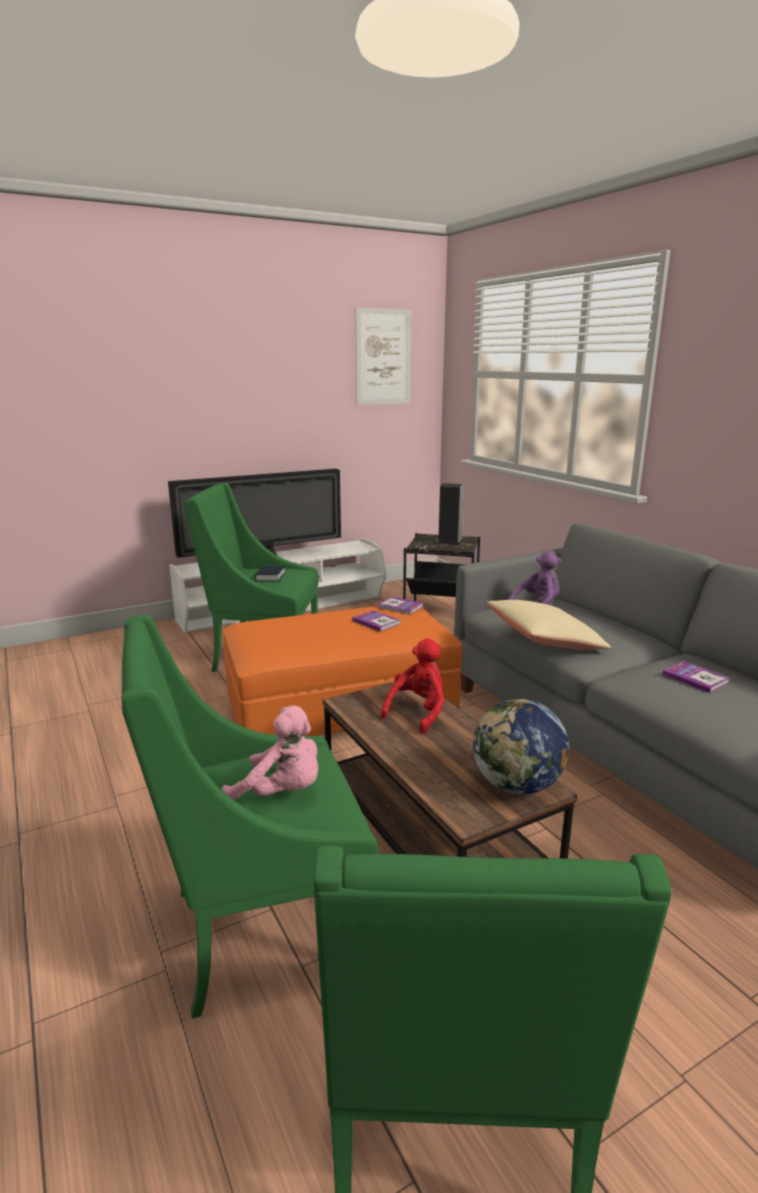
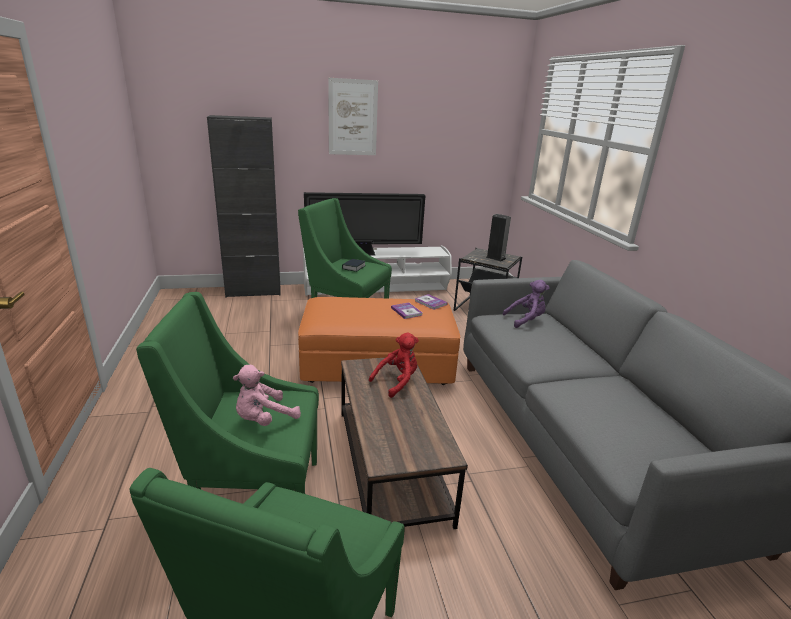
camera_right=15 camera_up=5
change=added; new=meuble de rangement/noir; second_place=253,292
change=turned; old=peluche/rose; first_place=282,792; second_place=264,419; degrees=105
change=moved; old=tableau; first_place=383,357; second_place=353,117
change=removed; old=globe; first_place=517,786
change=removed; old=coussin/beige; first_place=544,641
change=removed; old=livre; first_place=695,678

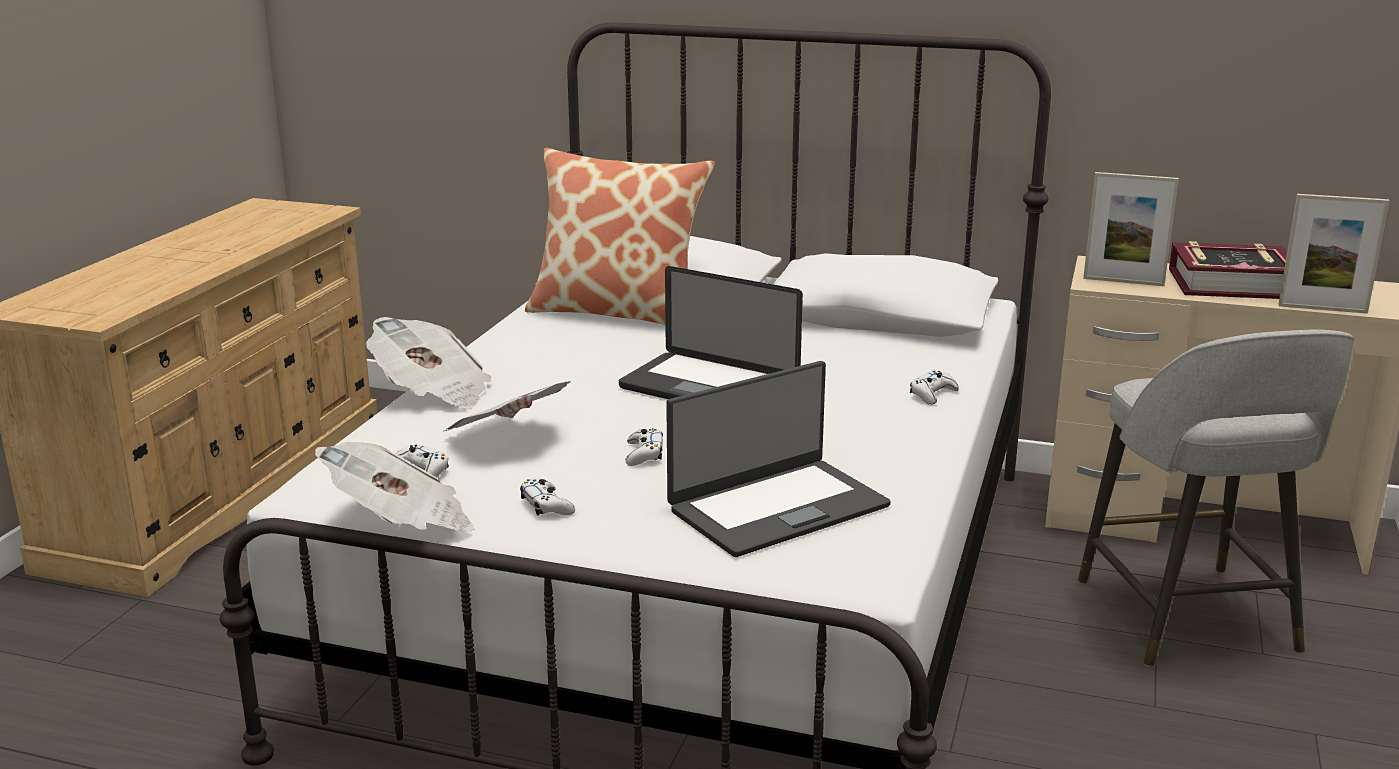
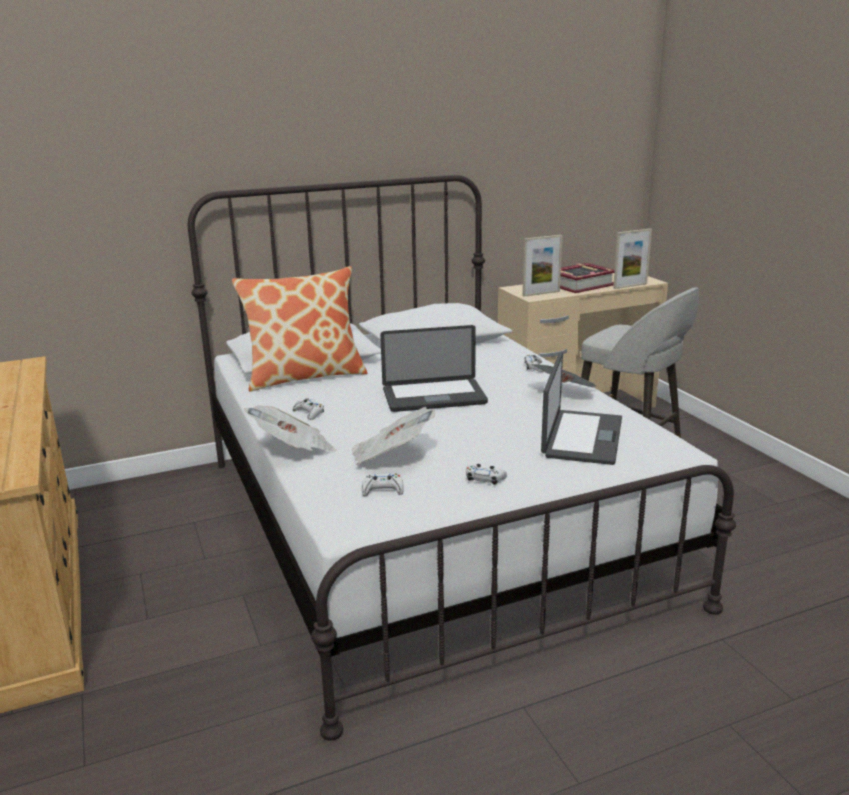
camera_right=-40 camera_up=0
change=moved; old=manette/blanc; first_place=644,454; second_place=309,413
change=moved; old=journal; first_place=402,524; second_place=565,394

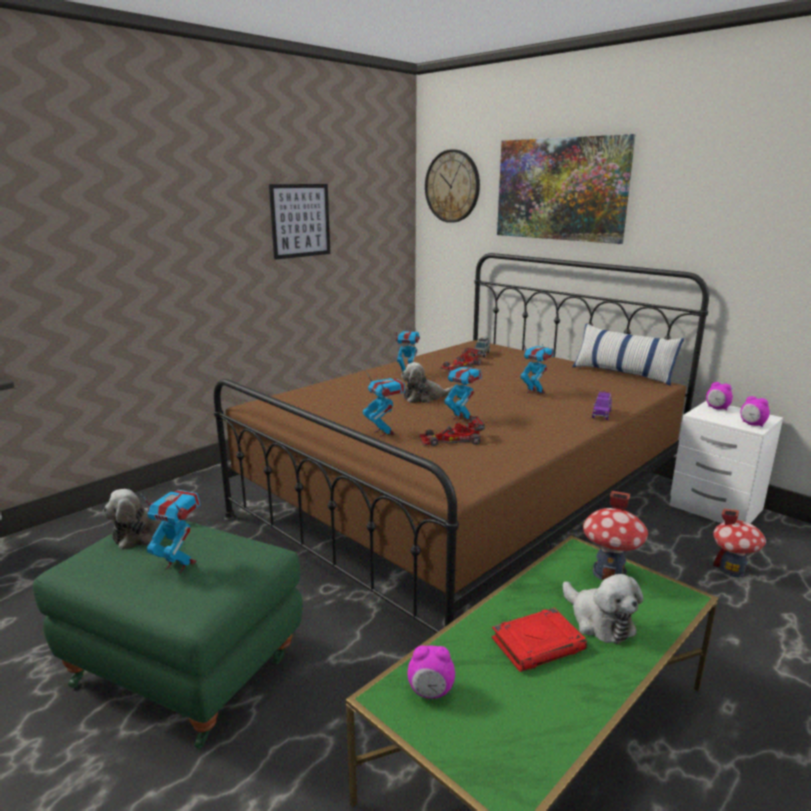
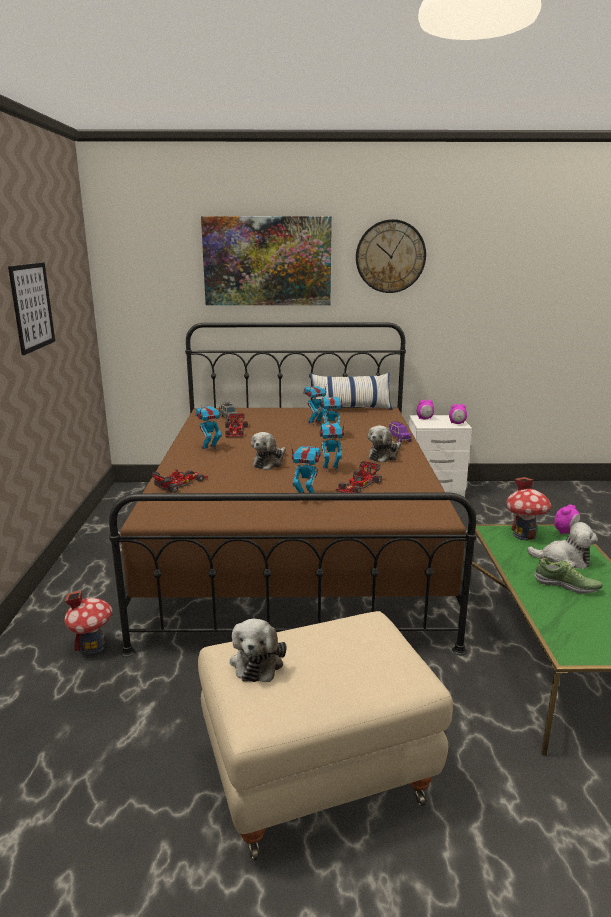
camera_right=-45 camera_up=0
change=moved; old=maison miniature; first_place=732,569; second_place=92,646
change=added; new=petite voiture; second_place=181,483
change=recoloured; old=pouf/vert; new=pouf/beige; first_place=187,668; second_place=318,772
change=moved; old=robot jouet; first_place=180,564; second_place=315,423
change=moved; old=horloge murale; first_place=452,186; second_place=390,256
change=added; new=peluche; second_place=384,456
change=replaced; old=livre/rouge; new=chaussure; first_place=538,644; second_place=566,586
change=moved; old=réveil; first_place=430,692; second_place=565,532

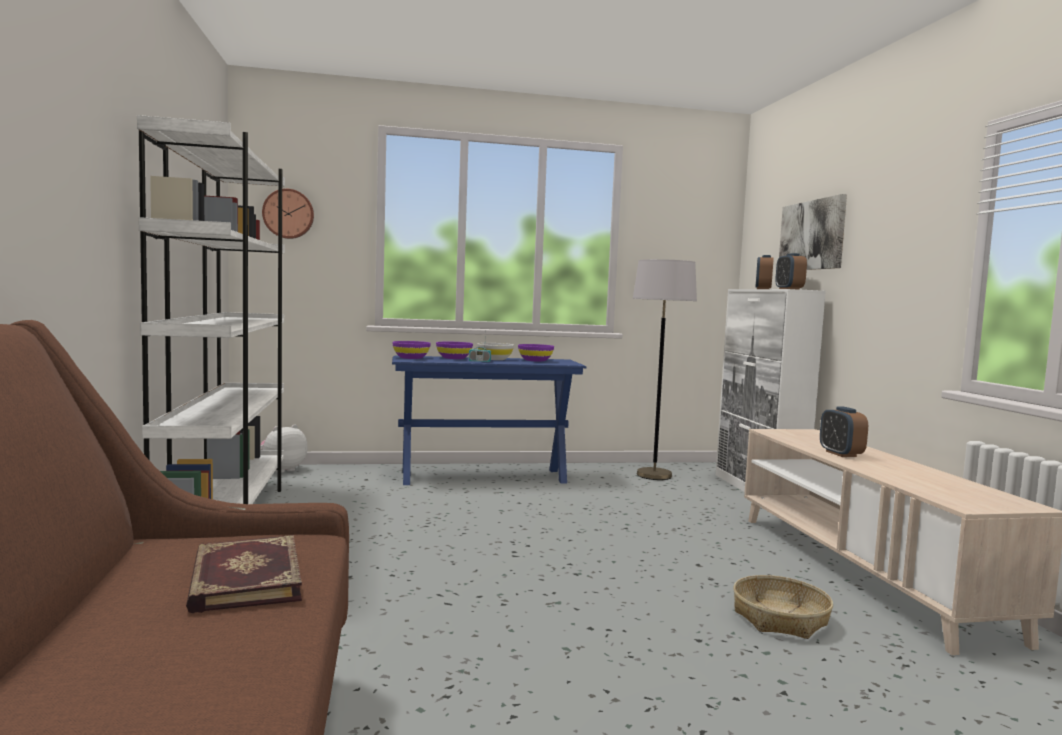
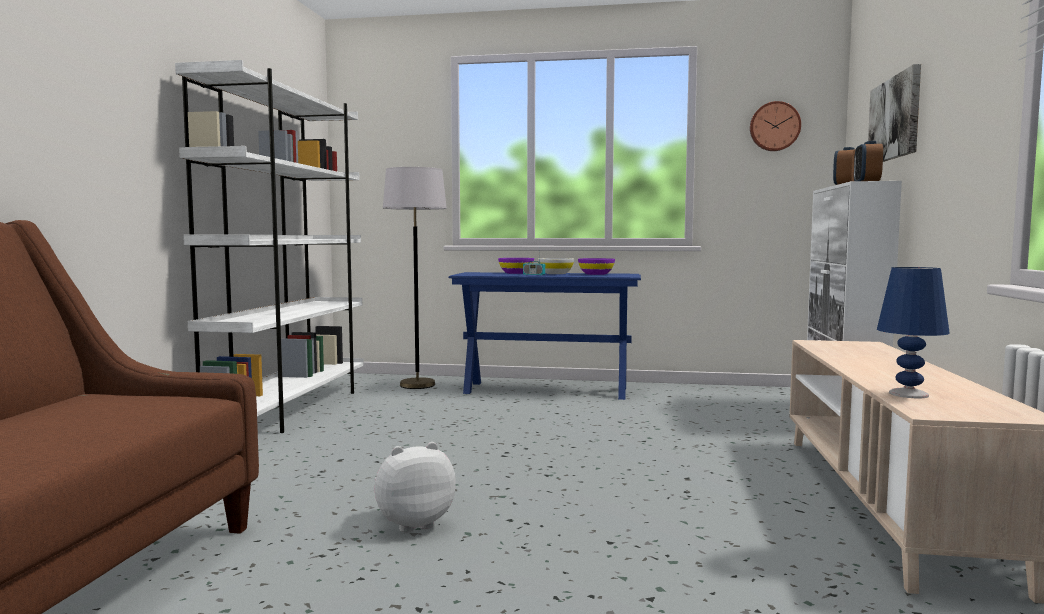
camera_right=20 camera_up=0
change=moved; old=peluche; first_place=282,470; second_place=413,523
change=moved; old=lampadaire/gris; first_place=654,475; second_place=417,385
change=moved; old=horloge murale; first_place=288,214; second_place=774,126
change=added; new=lampe de table/bleu; second_place=909,394
change=removed; old=livre; first_place=243,579
change=removed; old=bol/violet; first_place=411,358
change=removed; old=panier; first_place=780,618
change=removed; old=réveil; first_place=841,454

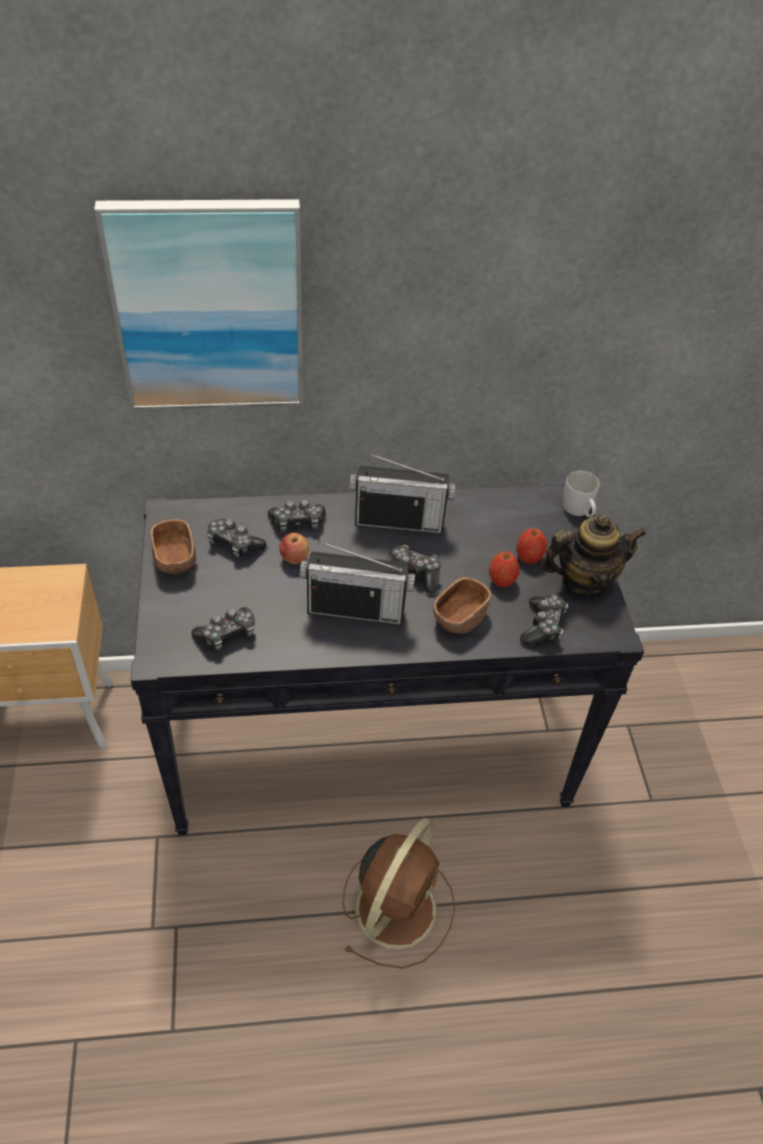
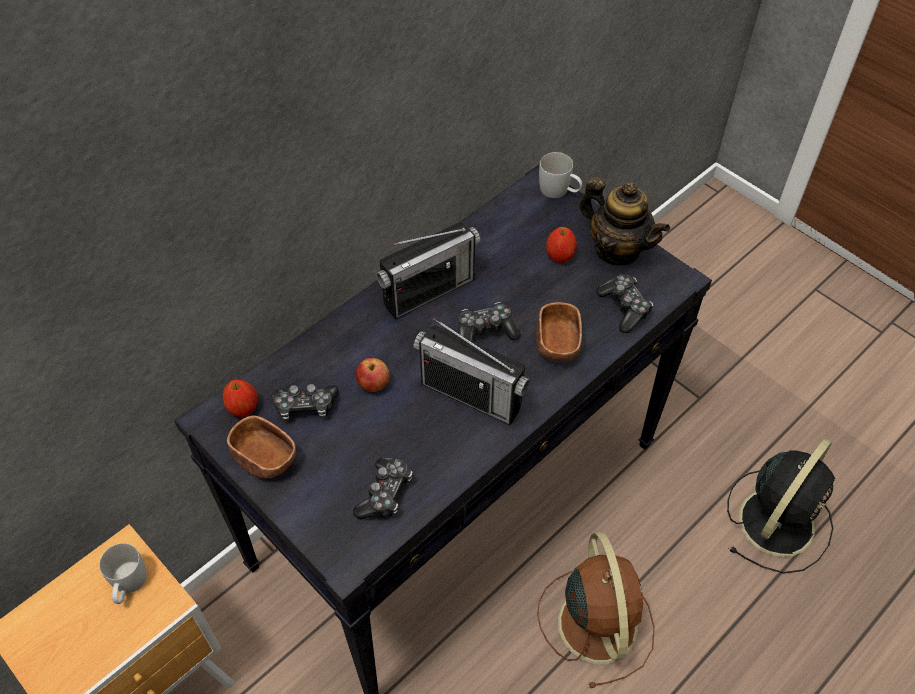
camera_right=-35 camera_up=5
change=added; new=mug/blanc; second_place=128,585
change=moved; old=pomme; first_place=501,580; second_place=243,408
change=turned; old=radio; first_place=356,610; second_place=471,395; degrees=60
change=turned; old=théière; first_place=583,580; second_place=617,249; degrees=90
change=added; new=ventilateur/noir; second_place=778,520
change=removed; old=tableau; first_place=209,307
change=removed; old=manette; first_place=297,522

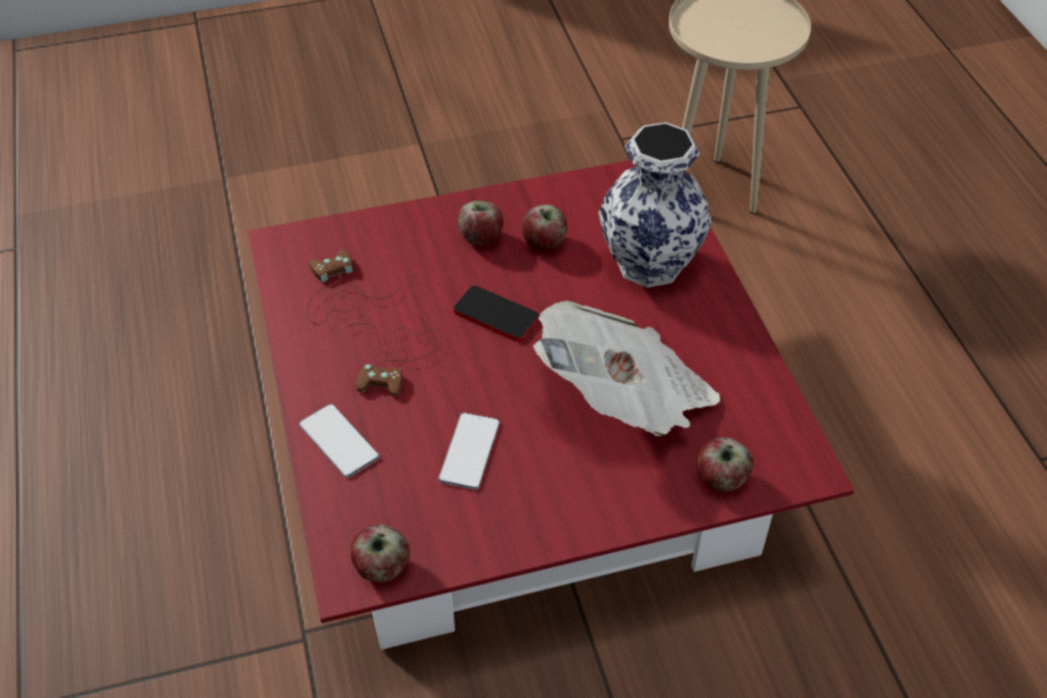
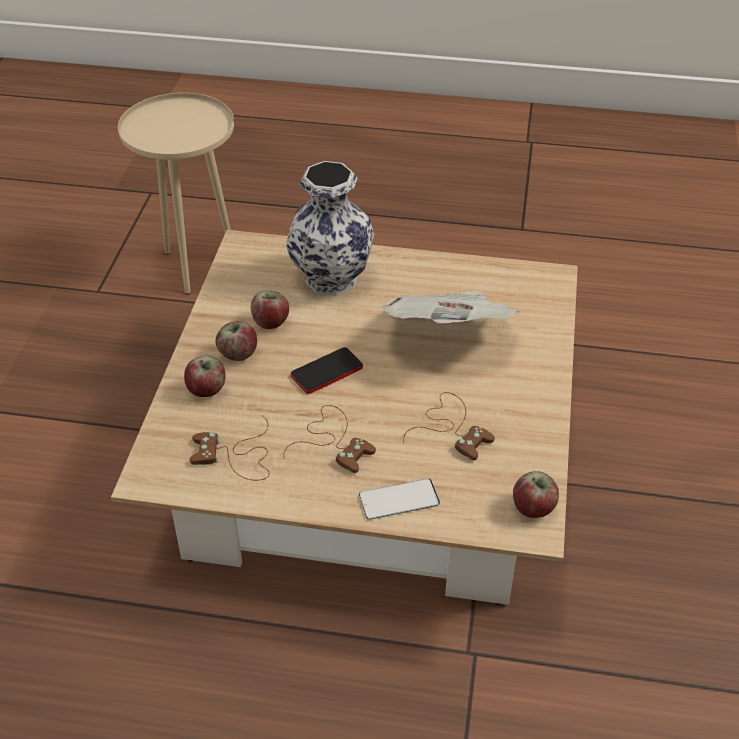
camera_right=-65 camera_up=-5
change=recoloured; old=table basse/rouge; new=table basse/beige; first_place=520,446; second_place=367,460
change=moved; old=pomme; first_place=721,479; second_place=207,390
change=replaced; old=téléphone; new=manette/marron; first_place=469,451; second_place=451,428

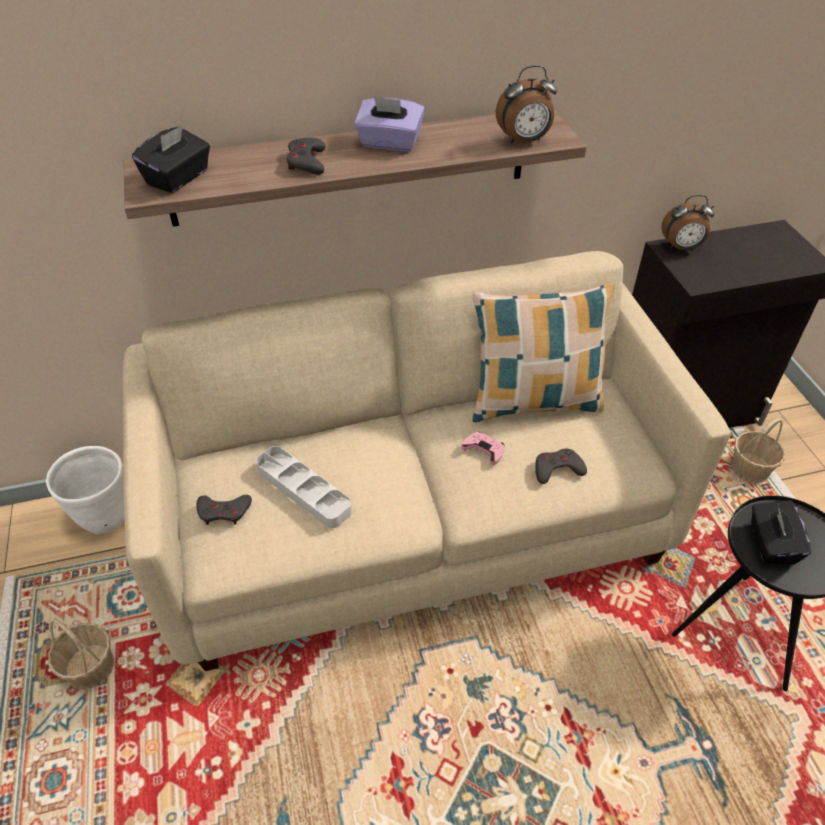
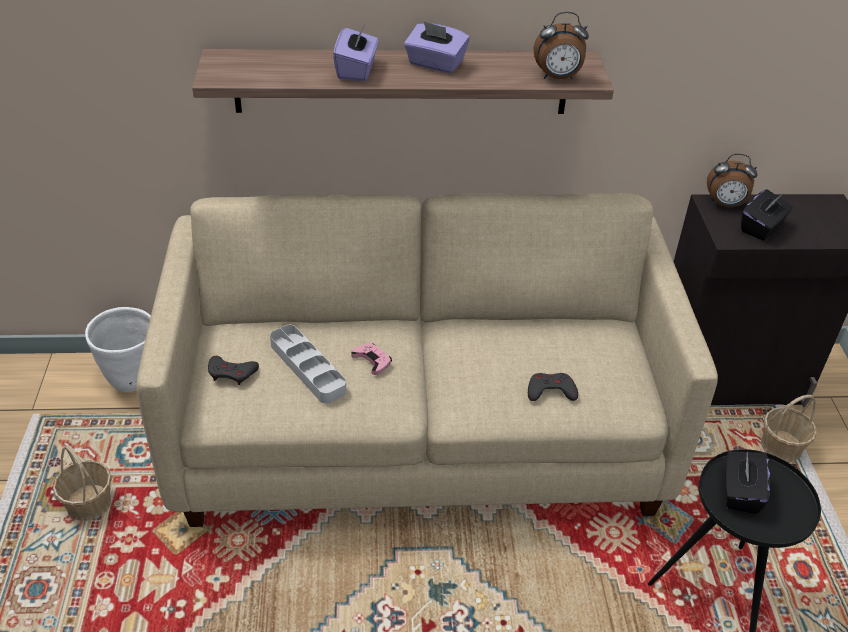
camera_right=10 camera_up=-5
change=replaced; old=manette/gris; new=boîte à mouchoirs/violet; first_place=306,162; second_place=357,70
change=moved; old=manette/rose; first_place=484,449; second_place=372,360
change=moved; old=boîte à mouchoirs/noir; first_place=178,178; second_place=761,228
change=removed; old=coussin; first_place=534,402

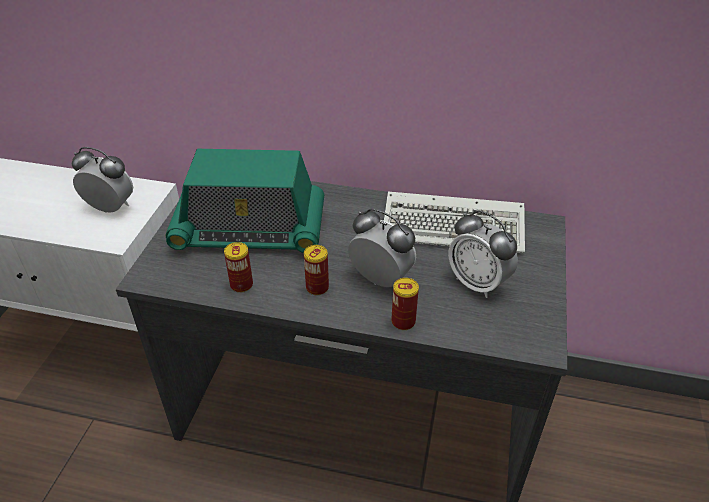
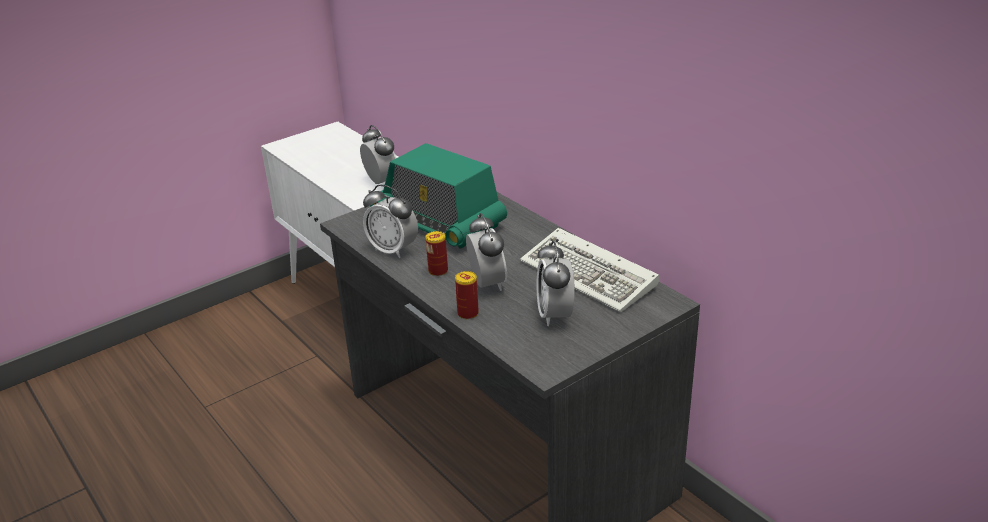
camera_right=40 camera_up=-10
change=replaced; old=boîte métallique; new=réveil; first_place=241,285; second_place=393,250

